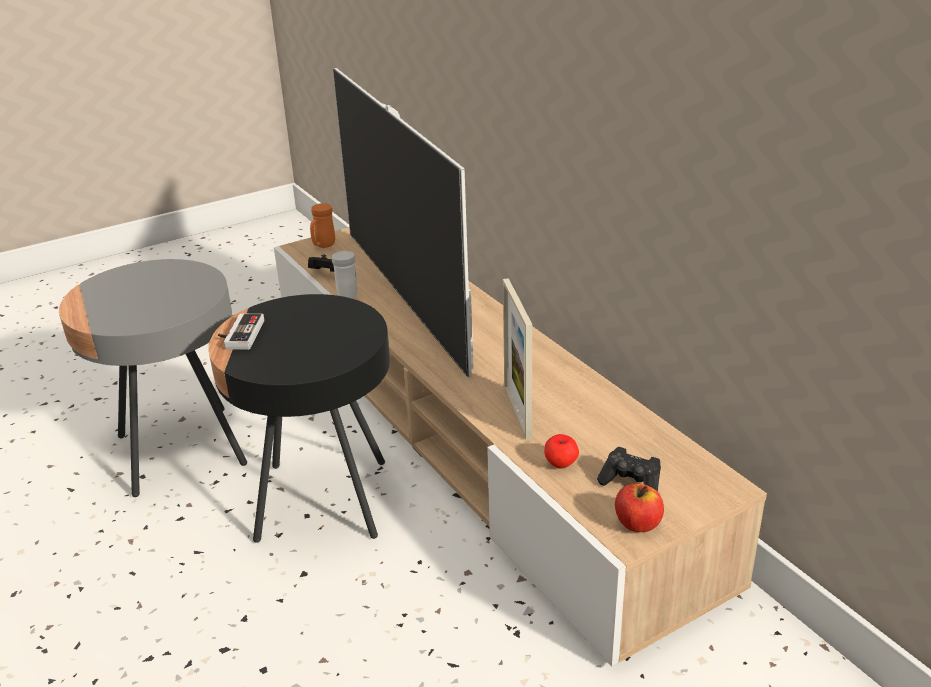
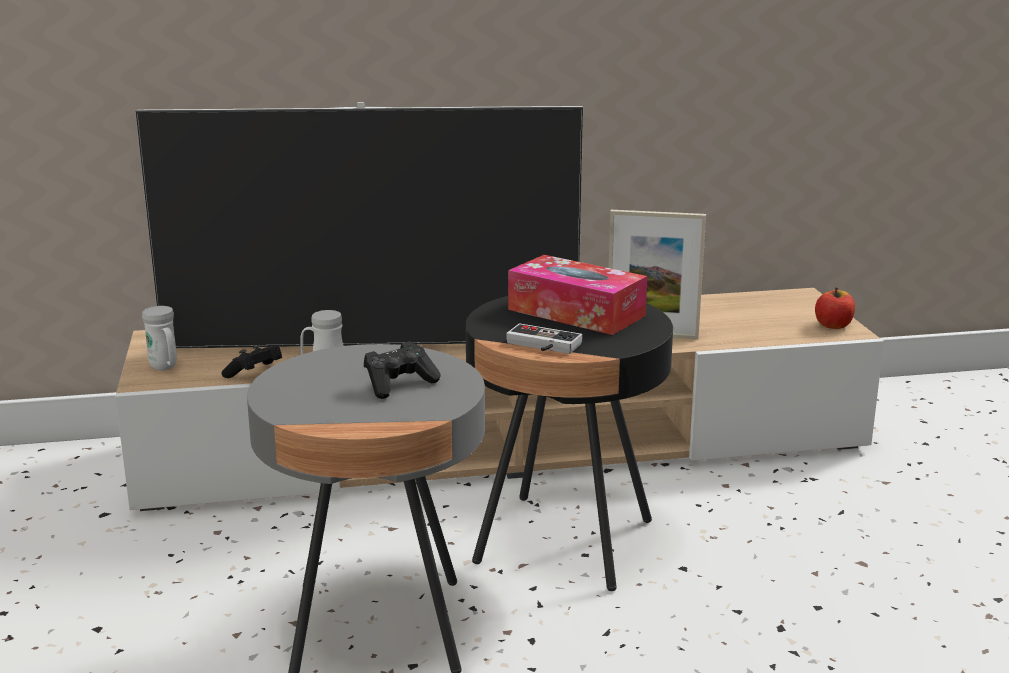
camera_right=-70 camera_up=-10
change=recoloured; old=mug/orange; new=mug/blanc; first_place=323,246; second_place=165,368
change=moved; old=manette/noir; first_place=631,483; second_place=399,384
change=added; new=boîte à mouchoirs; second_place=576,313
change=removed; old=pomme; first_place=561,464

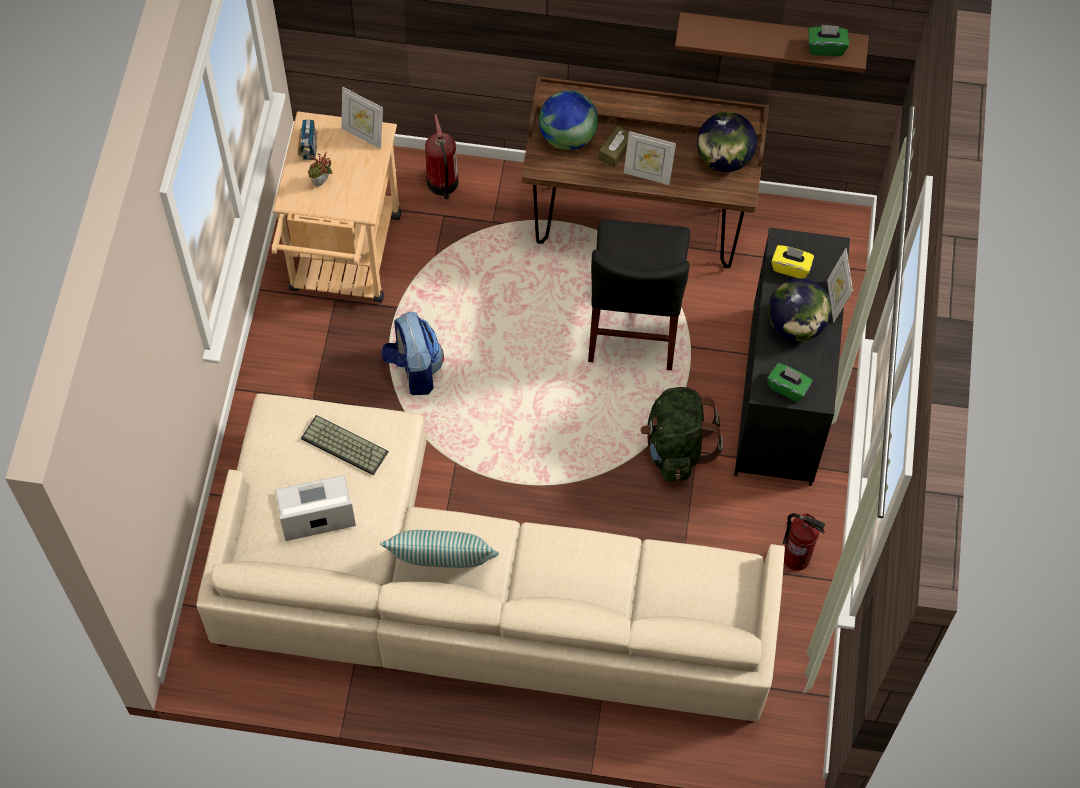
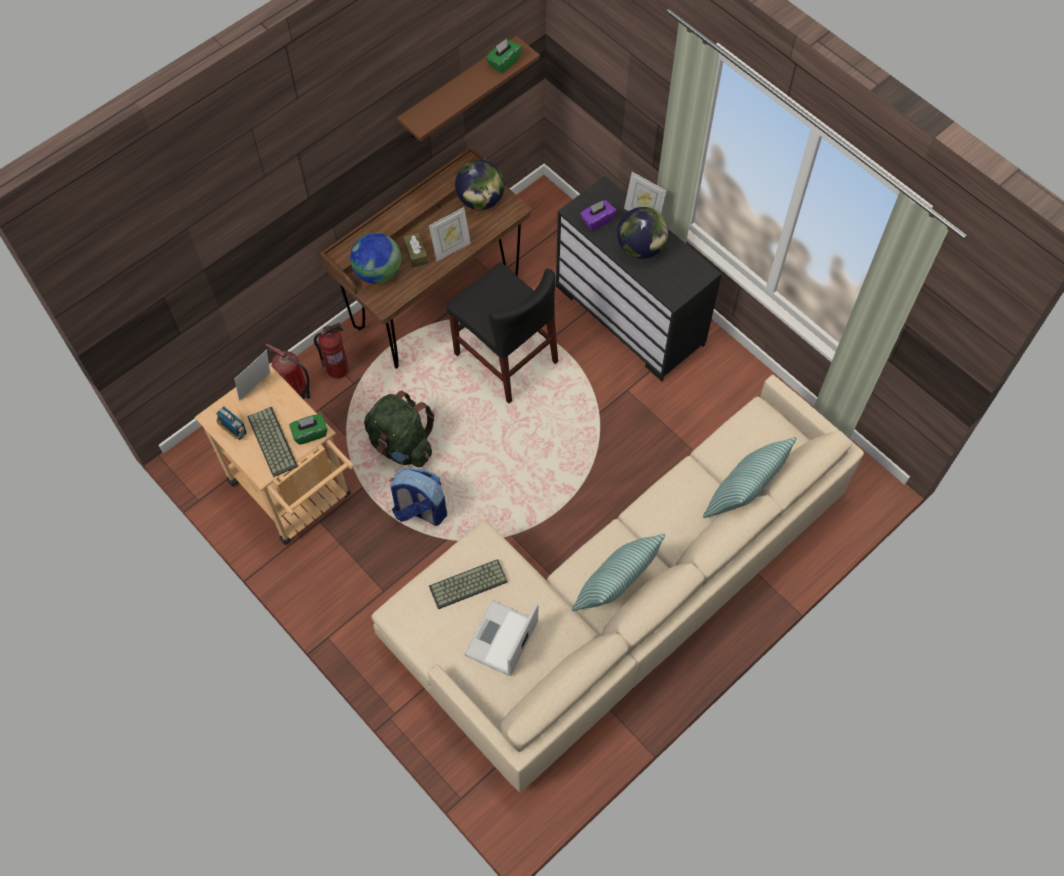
camera_right=-50 camera_up=0
change=turned; old=cadre photo; first_place=363,135; second_place=257,388; degrees=150
change=replaced; old=plante en pot; new=clavier; first_place=322,183; second_place=271,441
change=moved; old=boîte à mouchoirs/vert; first_place=788,387; second_place=310,433
change=moved; old=extincteur; first_place=796,557; second_place=337,369
change=moved; old=sac à dos/vert; first_place=676,448; second_place=401,445
change=recoloured; old=boîte à mouchoirs/jaune; new=boîte à mouchoirs/violet; first_place=791,267; second_place=597,220
change=added; new=coussin; second_place=742,496

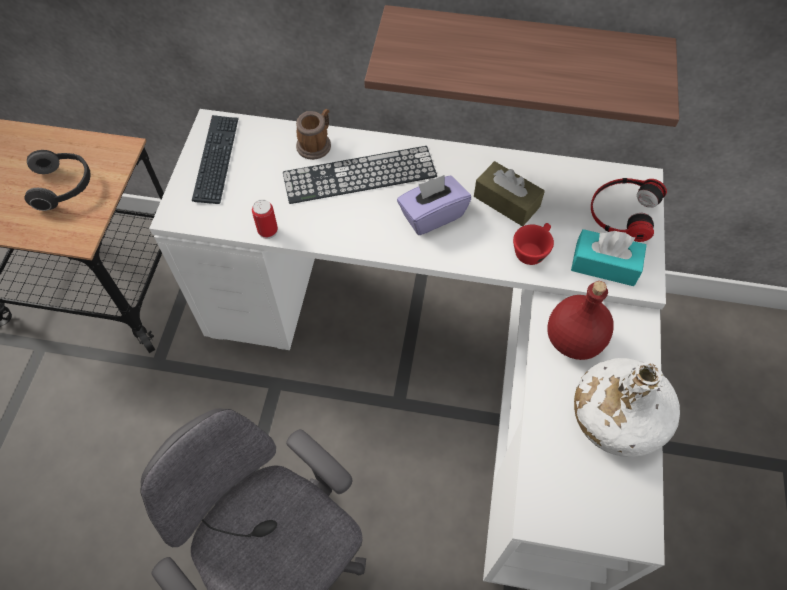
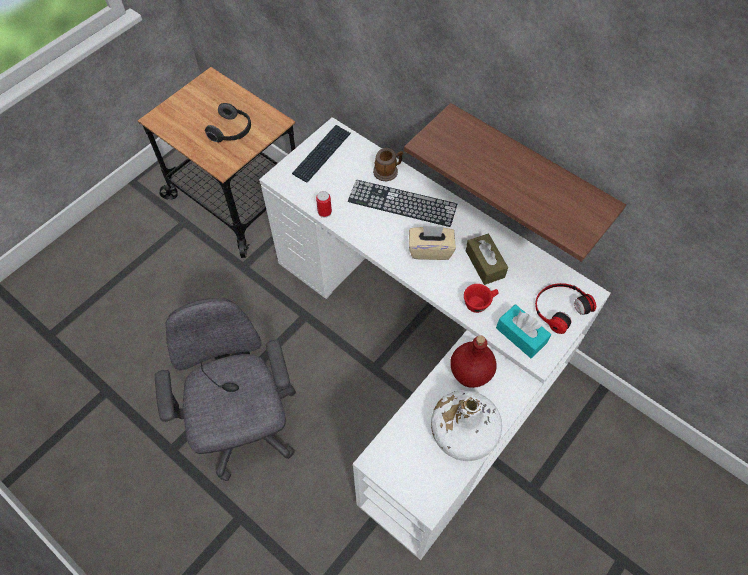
camera_right=30 camera_up=0
change=recoloured; old=boîte à mouchoirs/violet; new=boîte à mouchoirs/beige; first_place=432,215; second_place=430,250

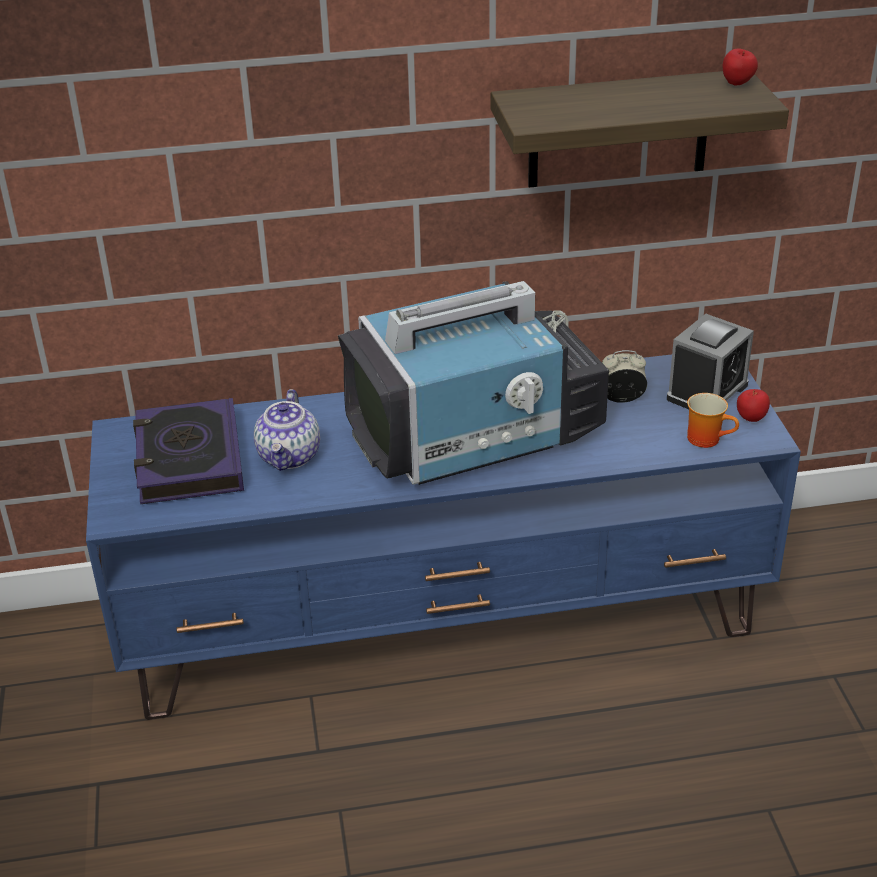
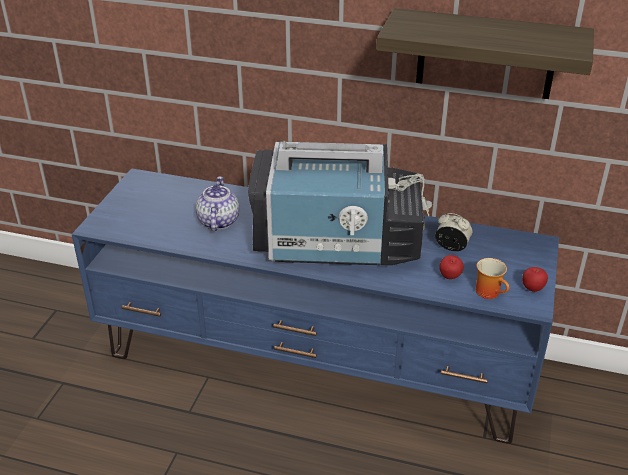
camera_right=25 camera_up=0
change=turned; old=théière; first_place=290,456; second_place=217,221; degrees=150
change=moved; old=pomme; first_place=738,84; second_place=450,277
change=removed; old=livre; first_place=189,460
change=removed; old=réveil; first_place=707,392

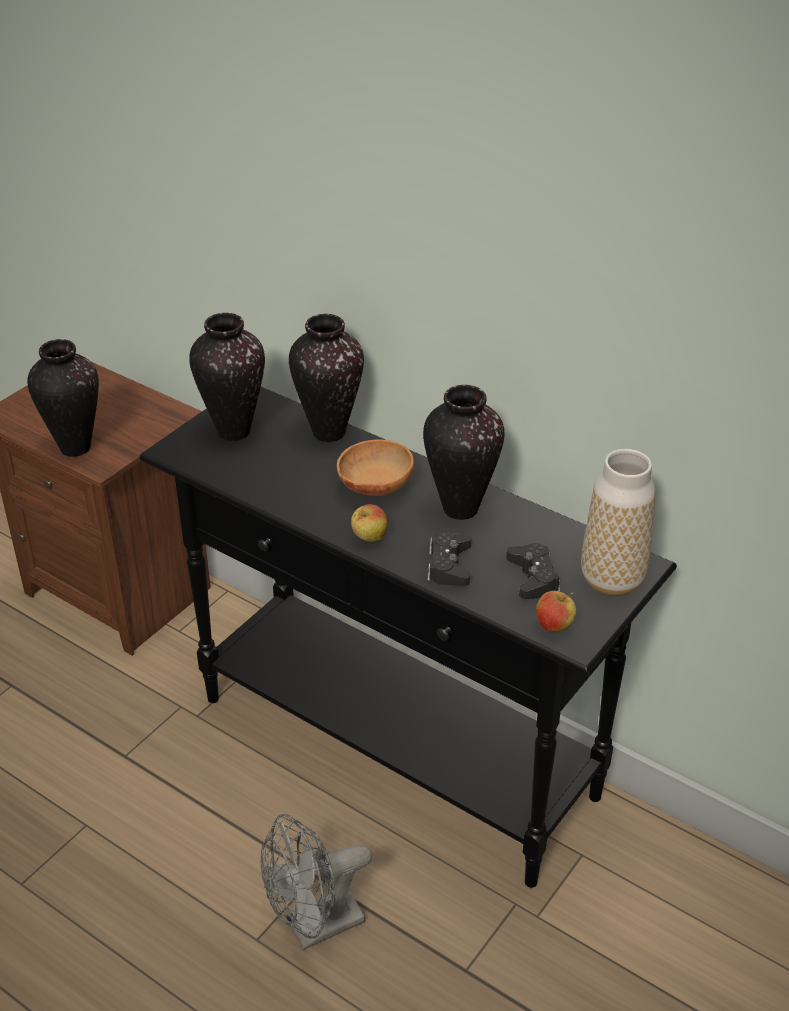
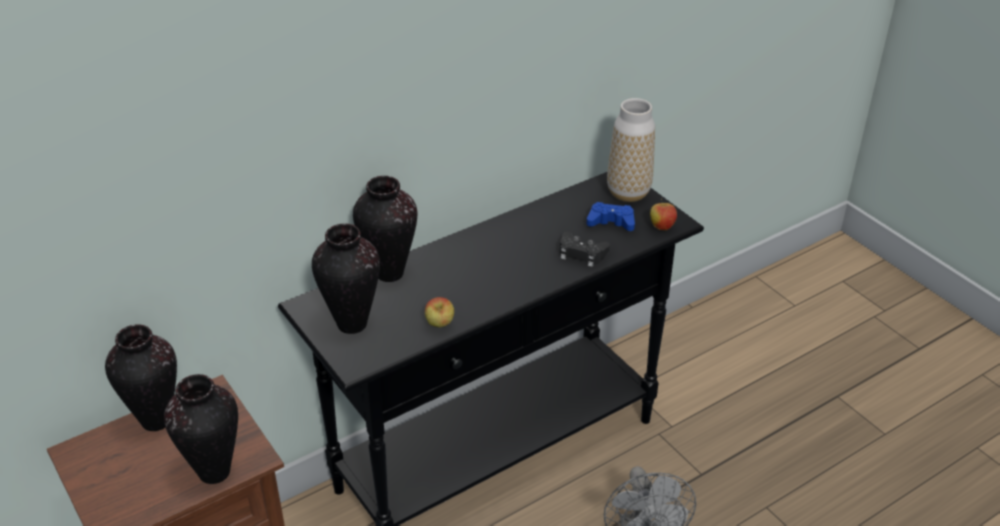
camera_right=-70 camera_up=0
change=moved; old=vase; first_place=459,508; second_place=155,420
change=moved; old=pomme; first_place=369,538; second_place=440,325
change=recoloured; old=manette/noir; new=manette/bleu; first_place=533,577; second_place=611,222
change=removed; old=bol/marron; first_place=374,487

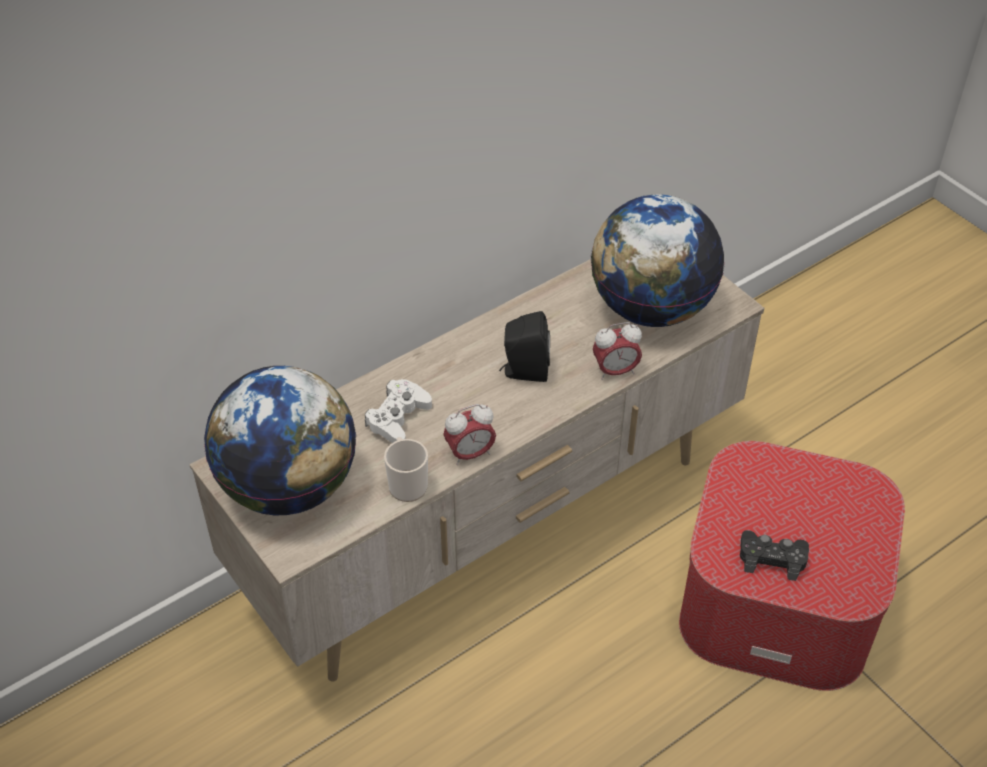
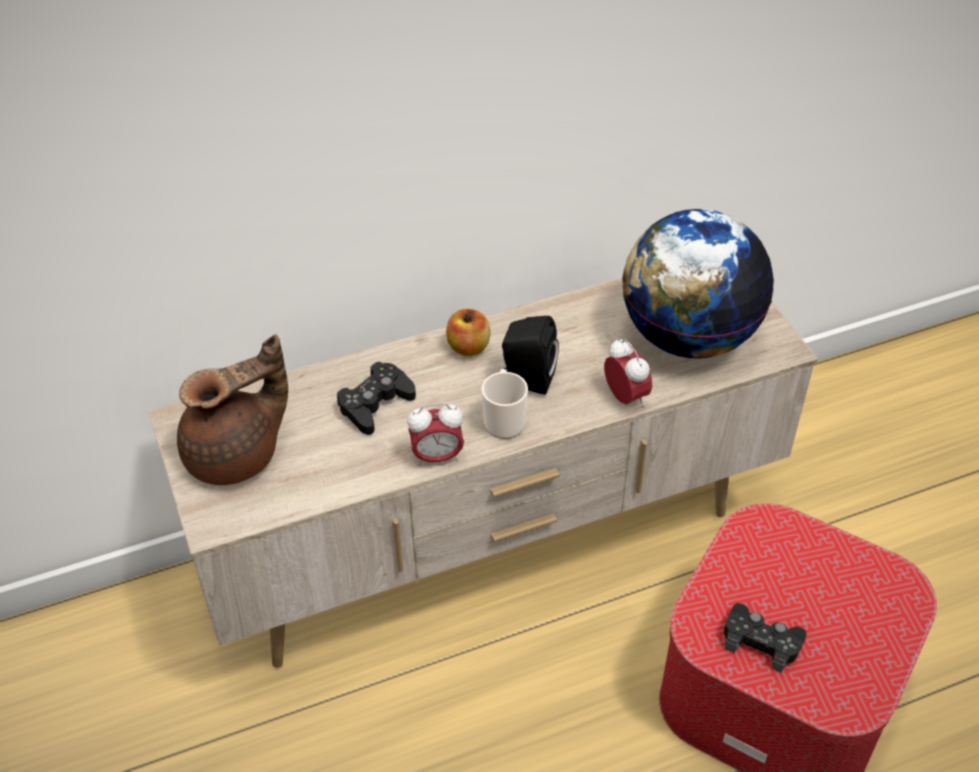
camera_right=15 camera_up=0
change=replaced; old=globe; new=théière/marron; first_place=289,487; second_place=237,454
change=recoloured; old=manette/blanc; new=manette/noir; first_place=398,418; second_place=375,404
change=added; new=pomme; second_place=468,347
change=moved; old=mug; first_place=407,483; second_place=504,420
change=turned; old=réveil; first_place=615,371; second_place=625,397; degrees=-120

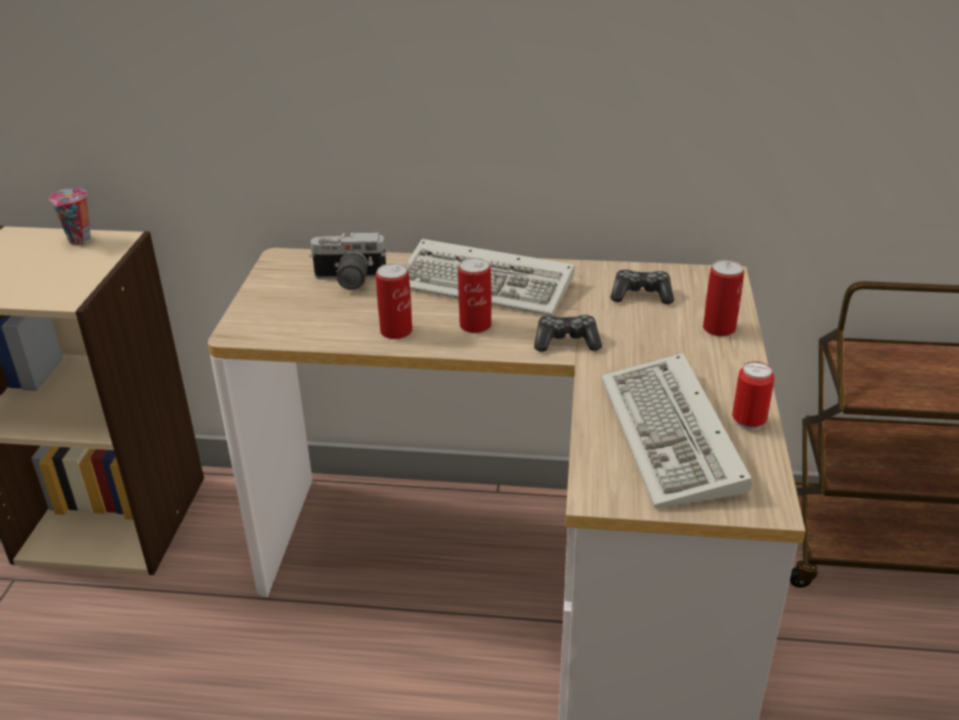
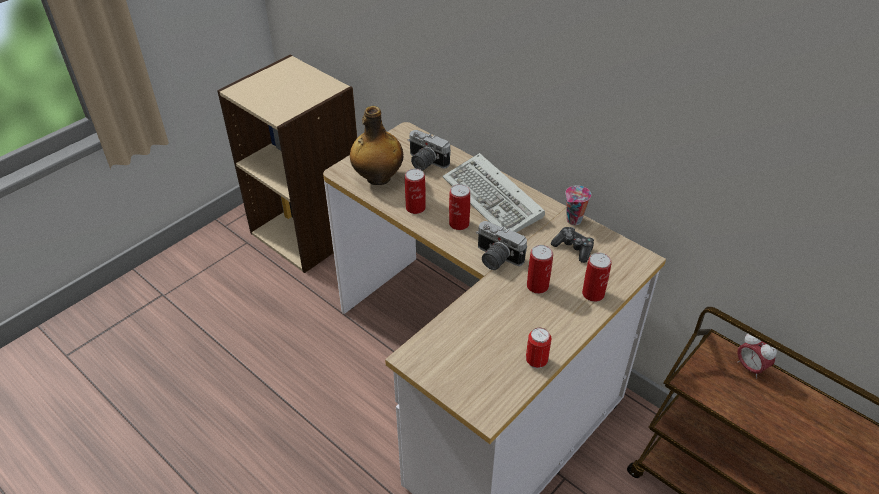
camera_right=35 camera_up=10
change=added; new=bouteille; second_place=377,178
change=replaced; old=manette; new=appareil photo; first_place=566,342; second_place=495,259
change=added; new=boîte métallique; second_place=537,286
change=moved; old=tasse; first_place=79,241; second_place=573,221
change=added; new=réveil; second_place=750,368
change=removed; old=clavier; first_place=674,438

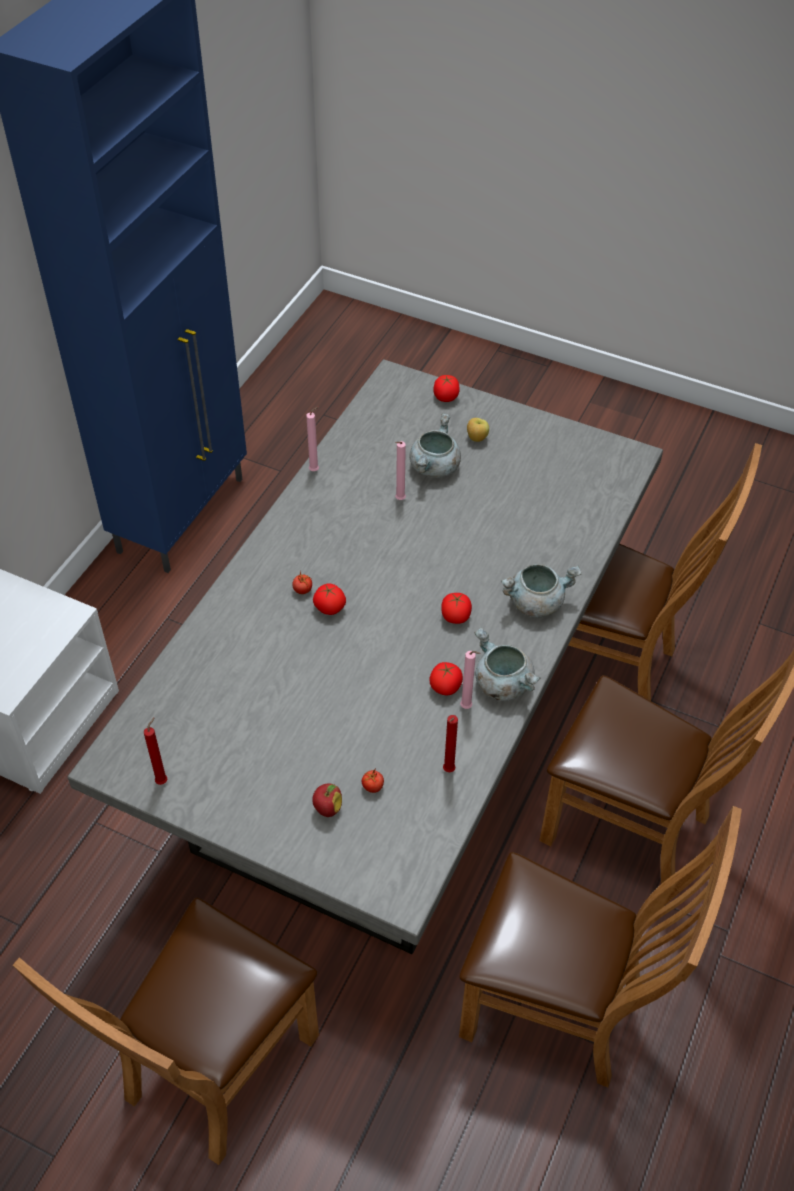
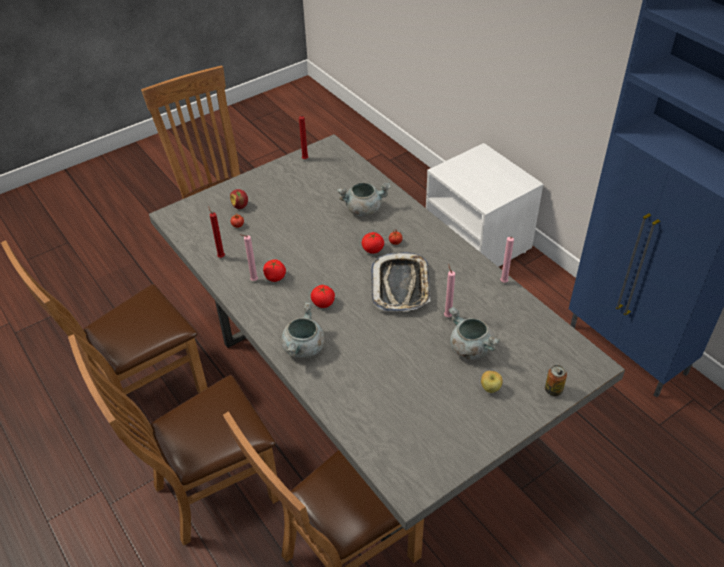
camera_right=120 camera_up=-5
change=moved; old=marmite/gris; first_place=501,684; second_place=364,209
change=added; new=plateau; second_place=401,286
change=replaced; old=tomate; new=boîte métallique; first_place=445,397; second_place=553,390

